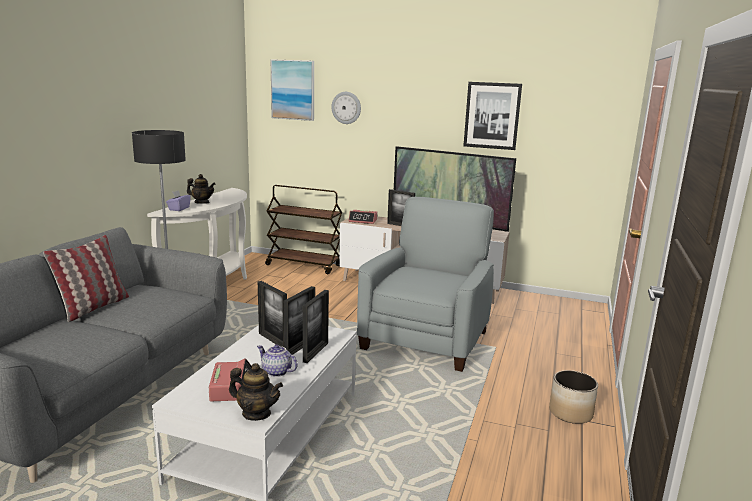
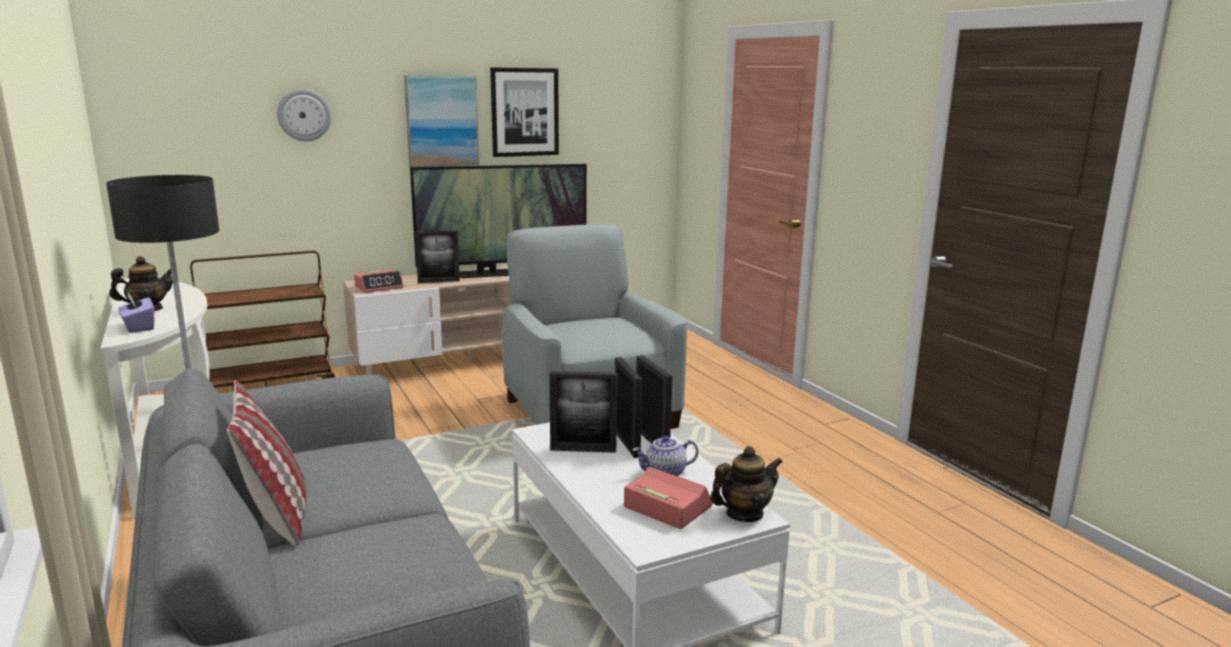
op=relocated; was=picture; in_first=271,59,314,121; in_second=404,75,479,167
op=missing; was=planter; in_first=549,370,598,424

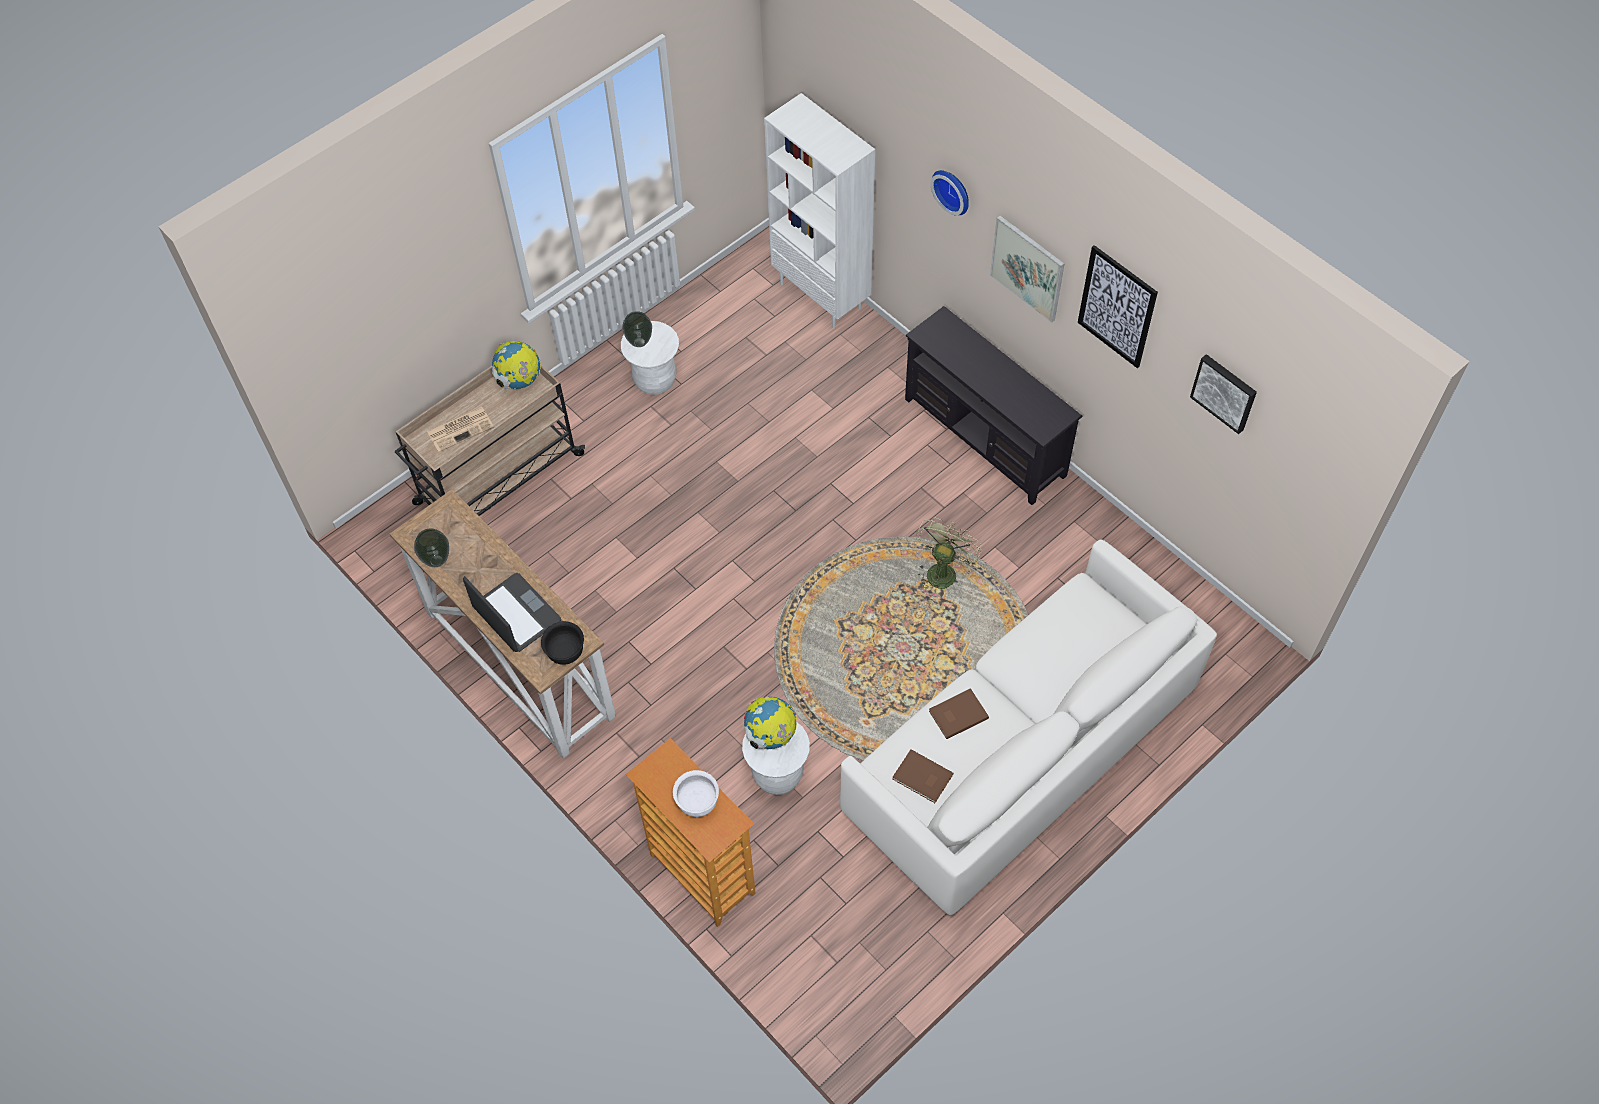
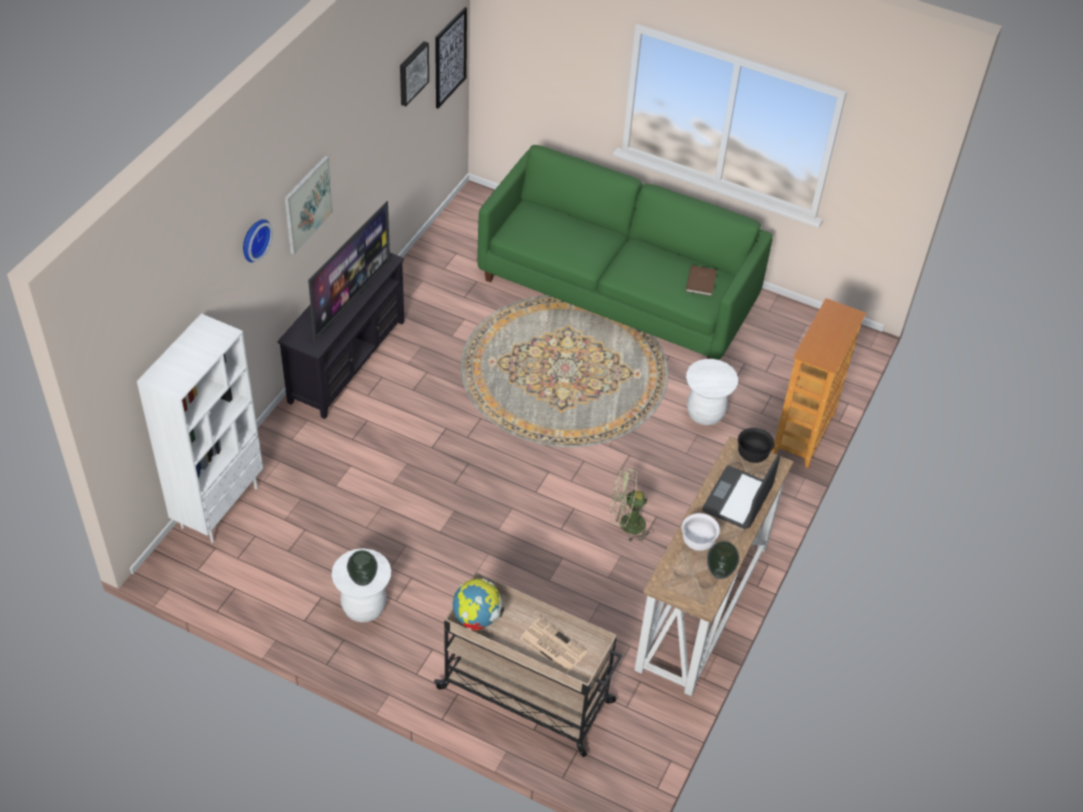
op=relocated; was=bowl in white; in_first=673,770,719,817; in_second=682,513,720,551
op=missing; was=globe; in_first=744,697,797,750
op=colour; was=sofa in white; now=sofa in green; in_first=840,539,1217,915; in_second=477,145,773,360
op=relocated; was=fan in green; in_first=917,518,981,589; in_second=610,469,654,542
op=missing; was=book in brown; in_first=929,688,989,739
op=relocated; was=picture; in_first=1078,245,1158,368; in_second=435,7,467,109
op=appeared; now=television; in_second=308,201,390,341

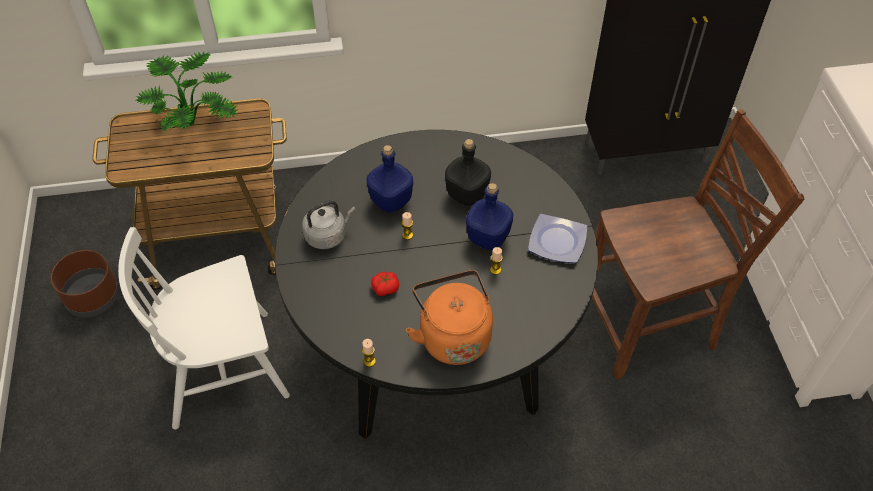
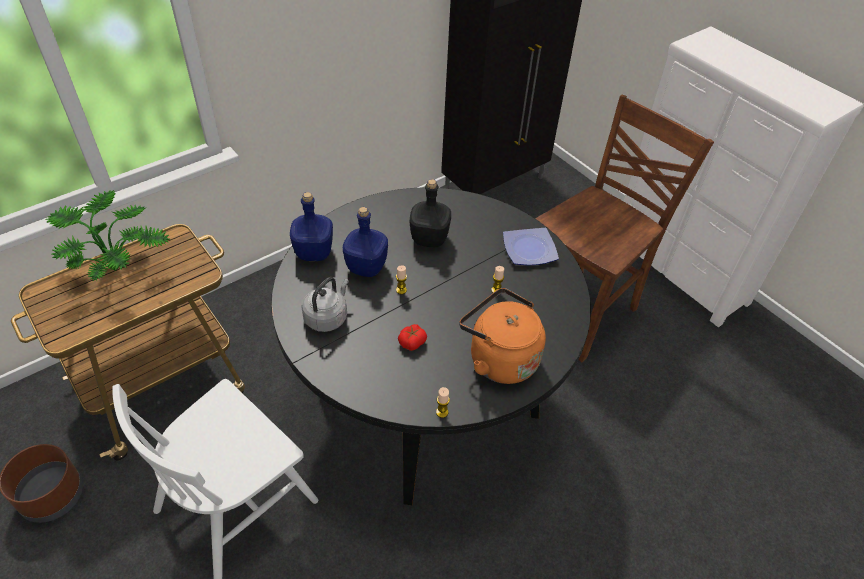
op=relocated; was=bottle in blue; in_first=466,183,513,250; in_second=290,192,333,261

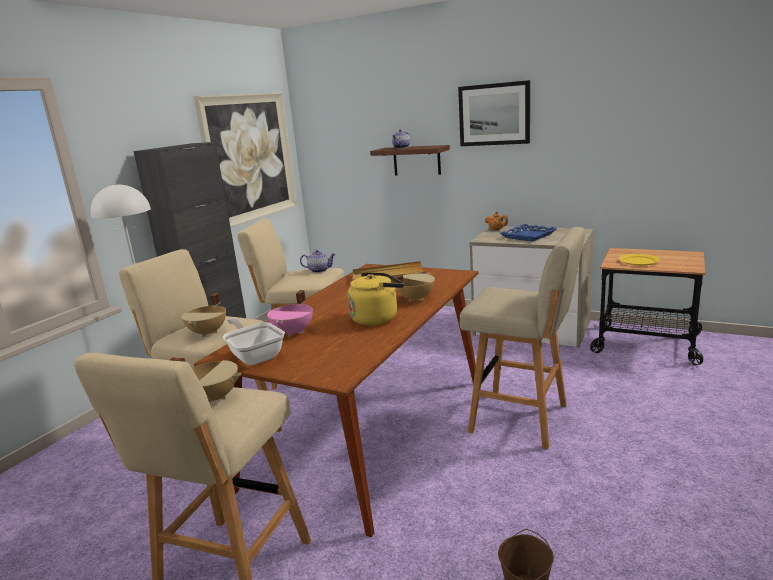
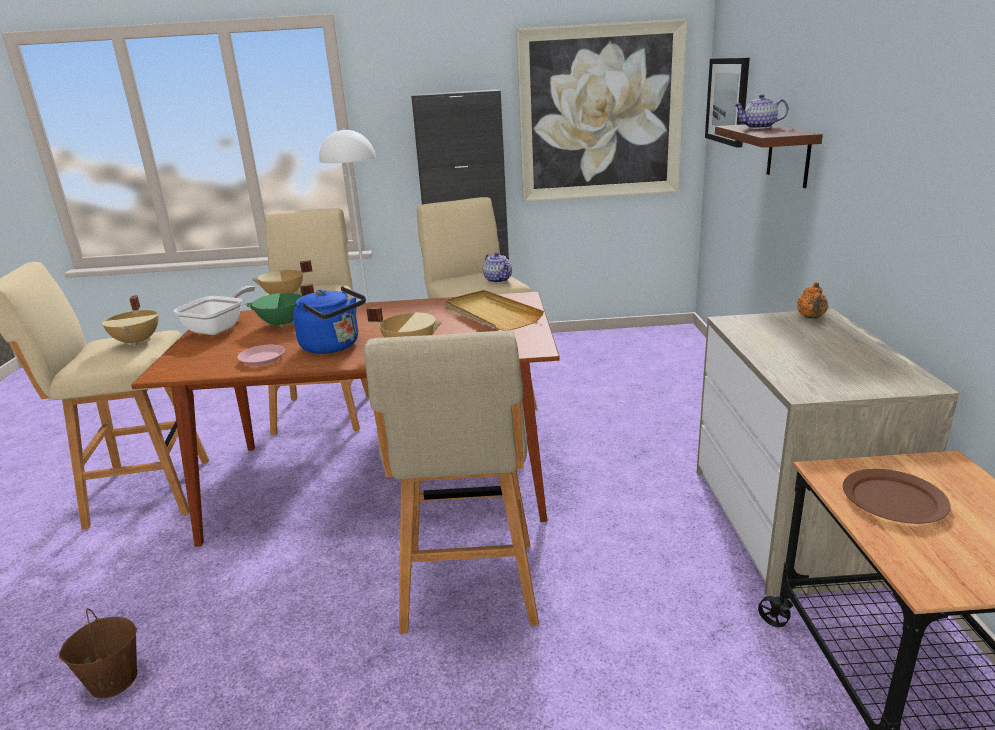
op=colour; was=cooking pot in pink; now=cooking pot in green; in_first=267,290,313,337; in_second=245,284,314,328
op=colour; was=kettle in yellow; now=kettle in blue; in_first=348,272,404,325; in_second=293,286,366,354
op=relocated; was=picture; in_first=458,80,530,146; in_second=705,58,750,148
op=missing; was=tray in blue; in_first=500,224,557,242
op=colour; was=plate in yellow; now=plate in brown; in_first=619,254,660,266; in_second=843,469,951,524
op=appeared; now=plate in pink; in_second=237,345,285,366

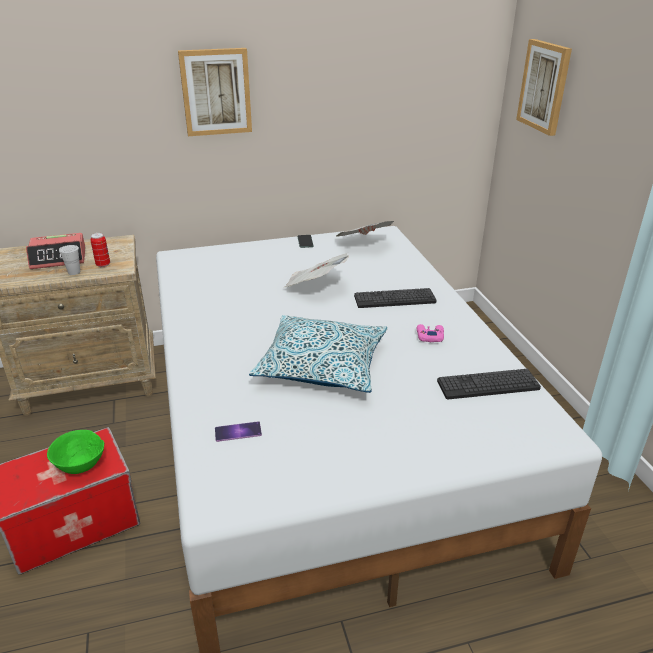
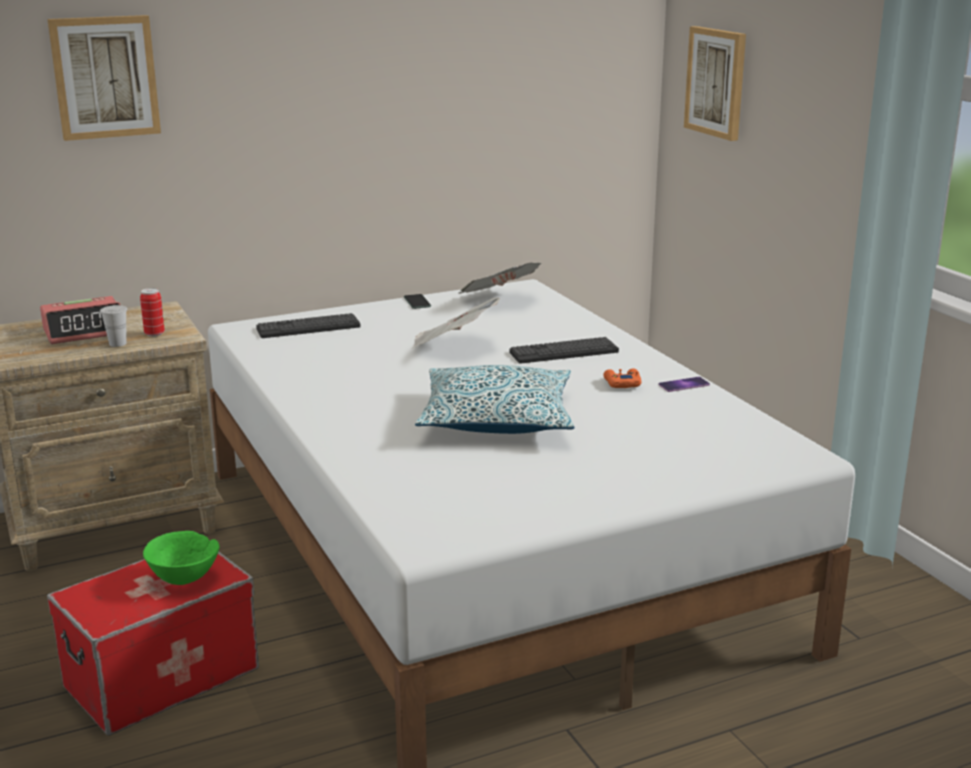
op=relocated; was=picture; in_first=178,48,252,136; in_second=47,15,161,141
op=relocated; was=phone; in_first=215,421,262,442; in_second=658,377,710,392
op=colour; was=game controller in pink; now=game controller in orange; in_first=417,324,444,342; in_second=603,368,641,388
op=relocated; was=keyboard; in_first=437,369,541,400; in_second=256,313,361,338

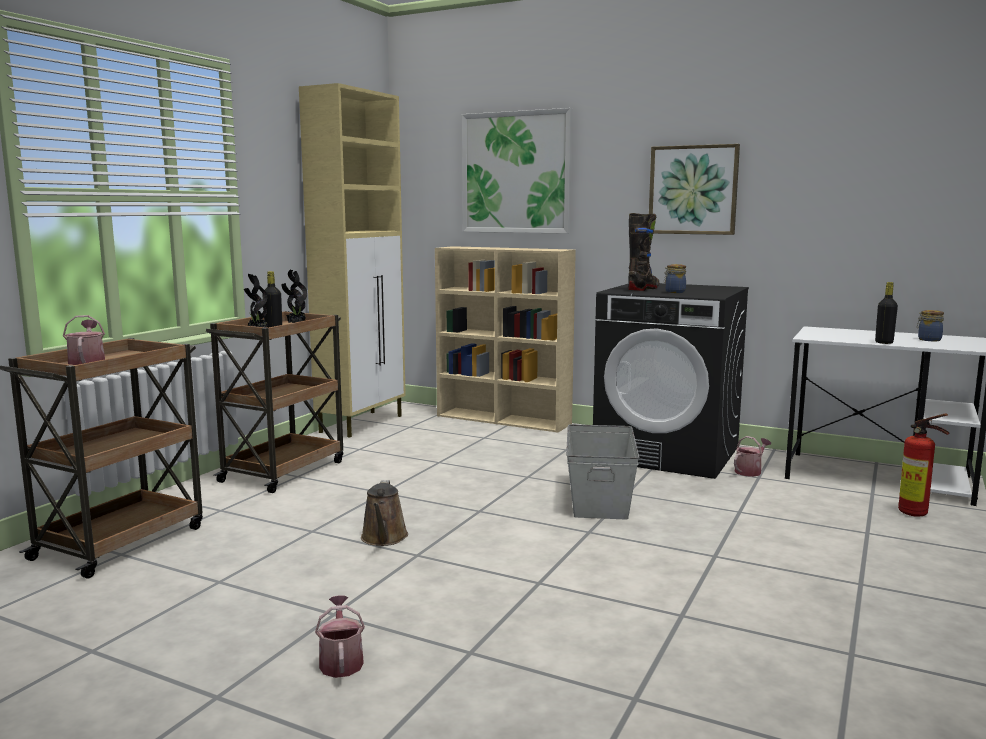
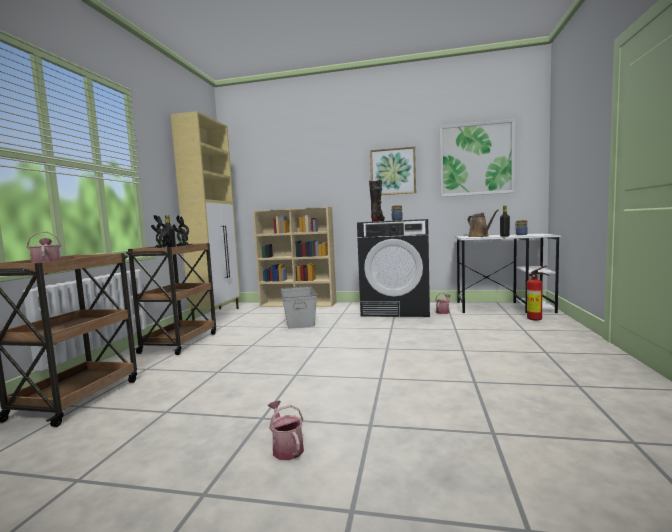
op=relocated; was=watering can in brown; in_first=361,480,408,546; in_second=468,210,498,237
op=relocated; was=picture; in_first=462,108,572,234; in_second=440,119,515,197
op=relocated; was=storage box in grey; in_first=566,424,639,520; in_second=281,286,317,329

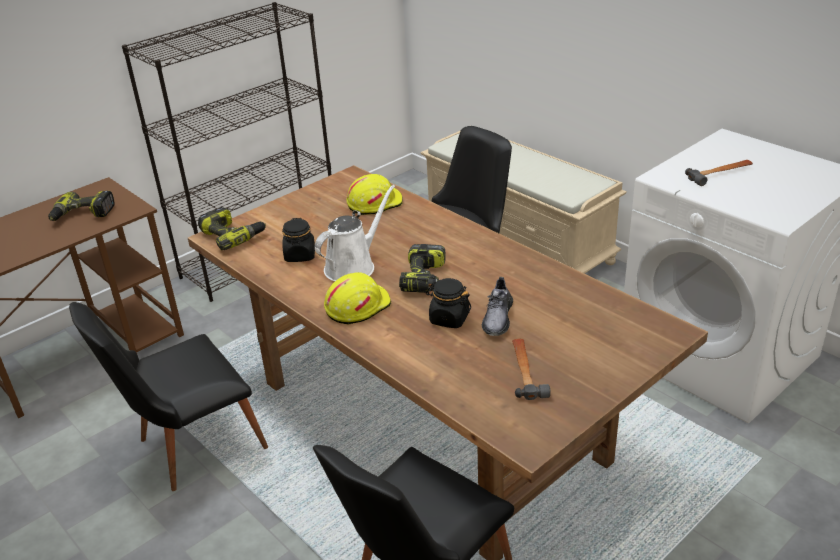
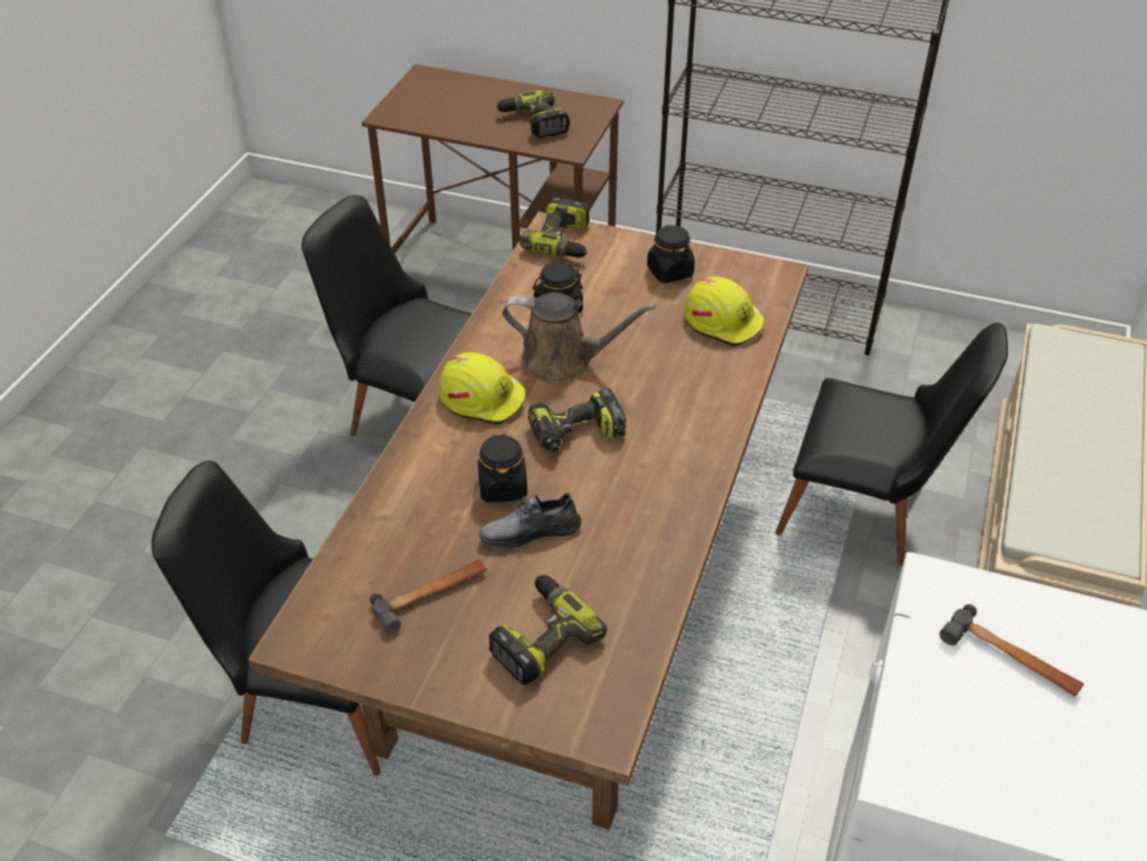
op=colour; was=watering can in white; now=watering can in brown; in_first=315,185,395,281; in_second=502,292,656,383
op=appeared; now=power drill; in_second=489,575,607,685
op=appeared; now=jar in black; in_second=647,225,695,283

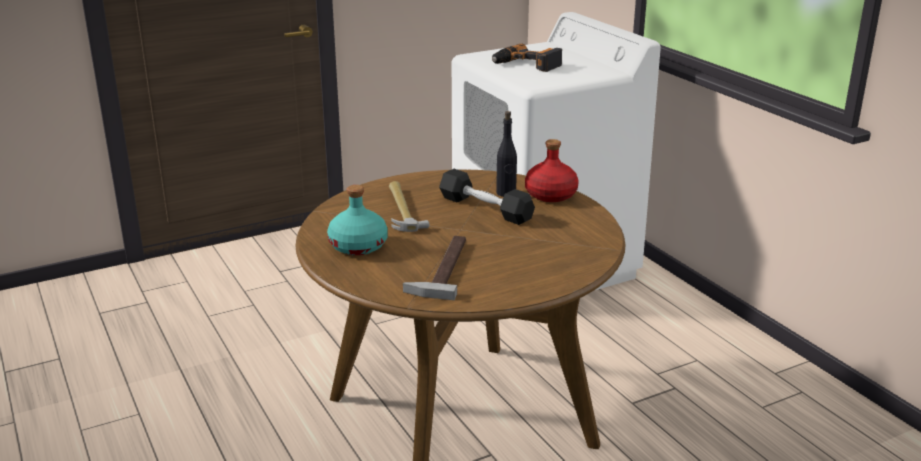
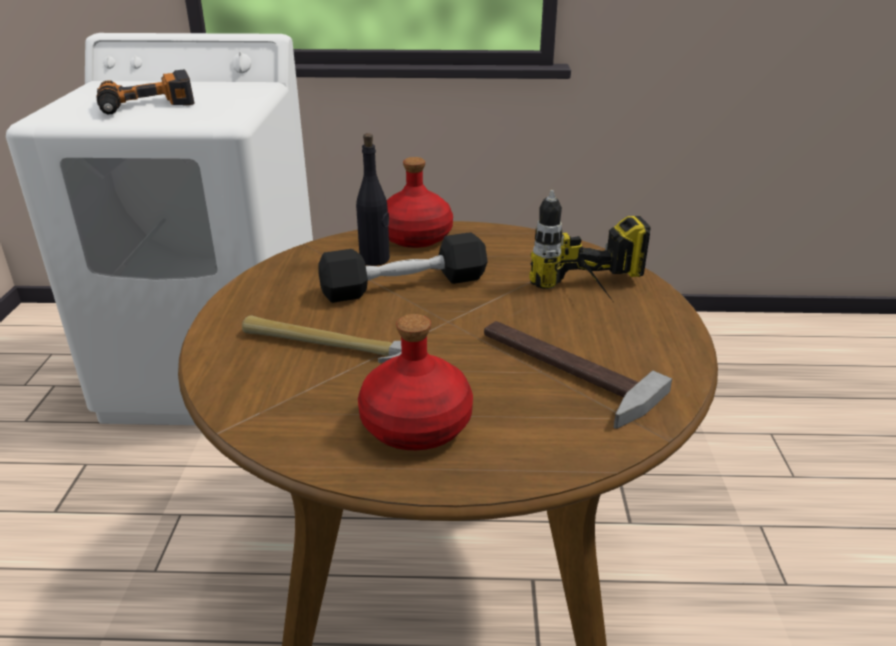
op=colour; was=bottle in turquoise; now=bottle in red; in_first=327,185,388,255; in_second=358,314,473,450
op=appeared; now=power drill; in_second=529,190,651,304

